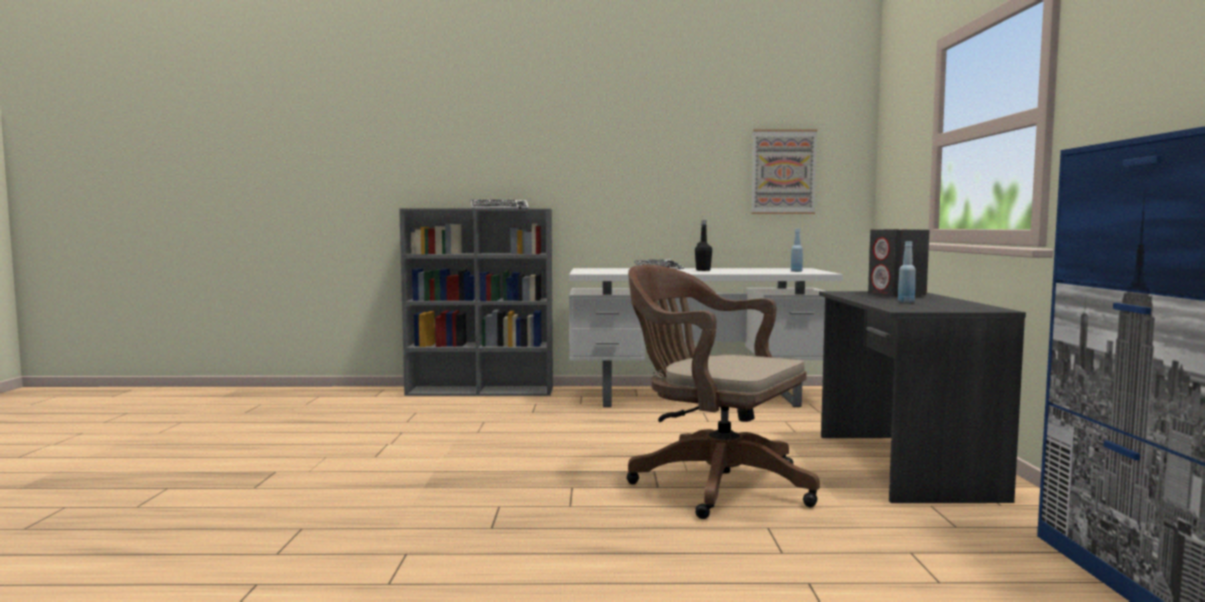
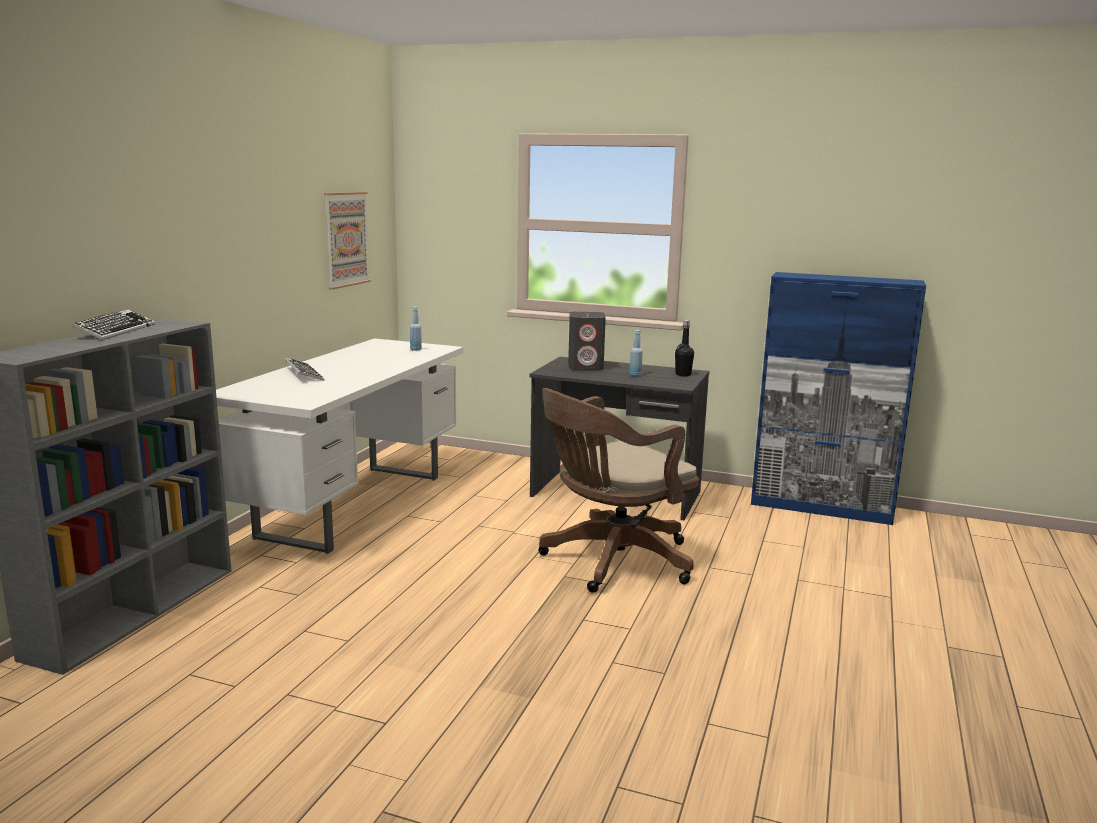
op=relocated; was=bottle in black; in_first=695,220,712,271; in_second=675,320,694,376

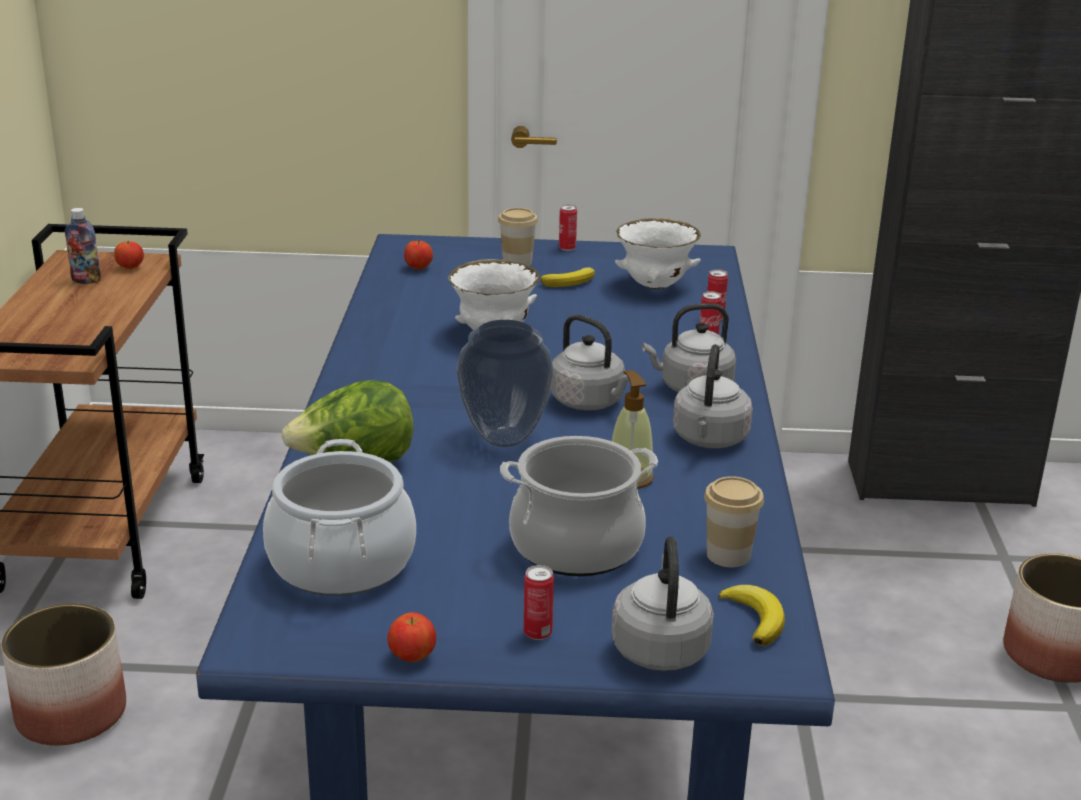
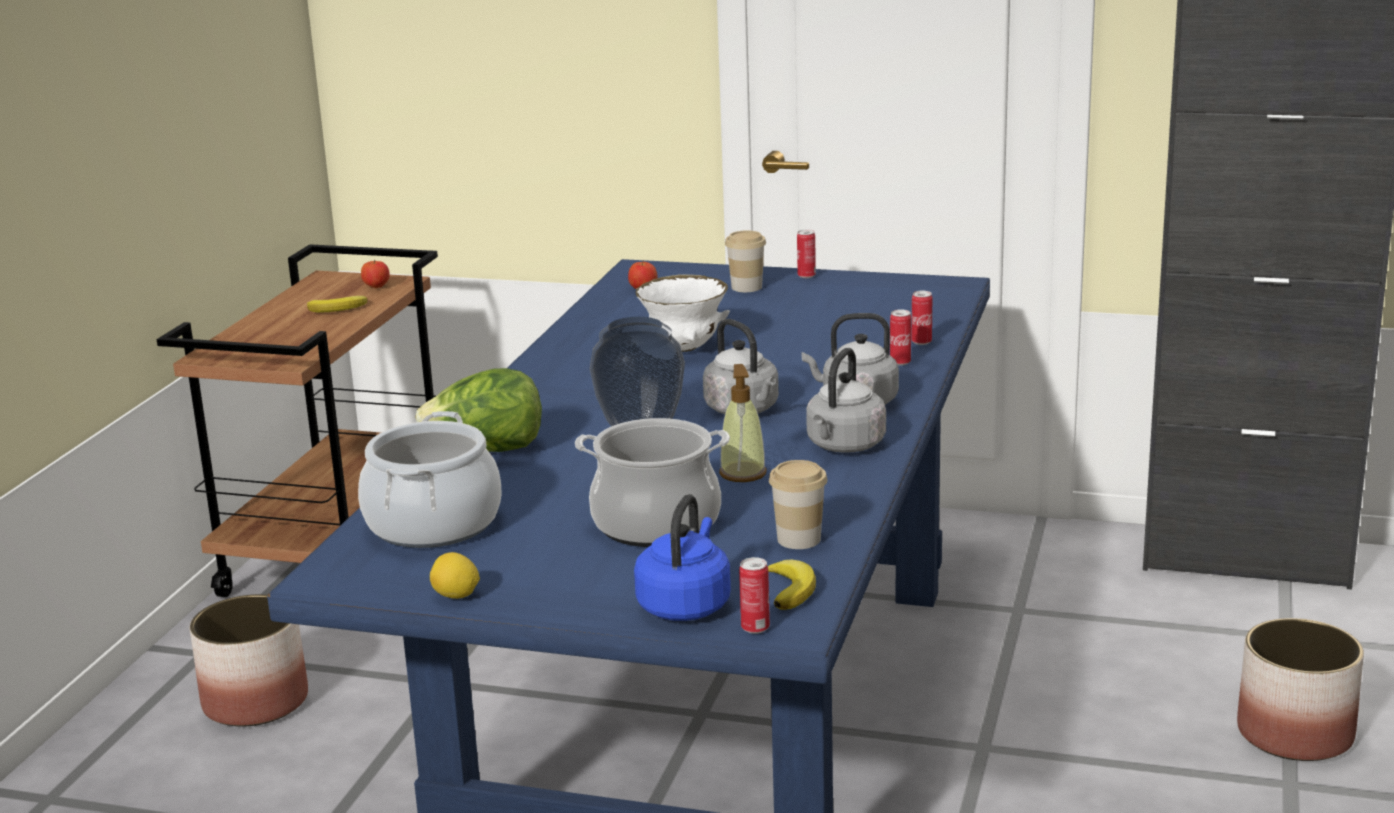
op=missing; was=bottle; in_first=65,208,101,284
op=exchanged; was=apple; now=lemon; in_first=387,612,436,662; in_second=430,552,480,599
op=relocated; was=can; in_first=524,565,554,640; in_second=739,557,770,634
op=relocated; was=banana; in_first=540,267,595,287; in_second=307,296,367,313
op=colour; was=kettle in grey; now=kettle in blue; in_first=612,537,714,671; in_second=634,494,731,621
op=missing; was=bowl in white; in_first=615,218,701,289

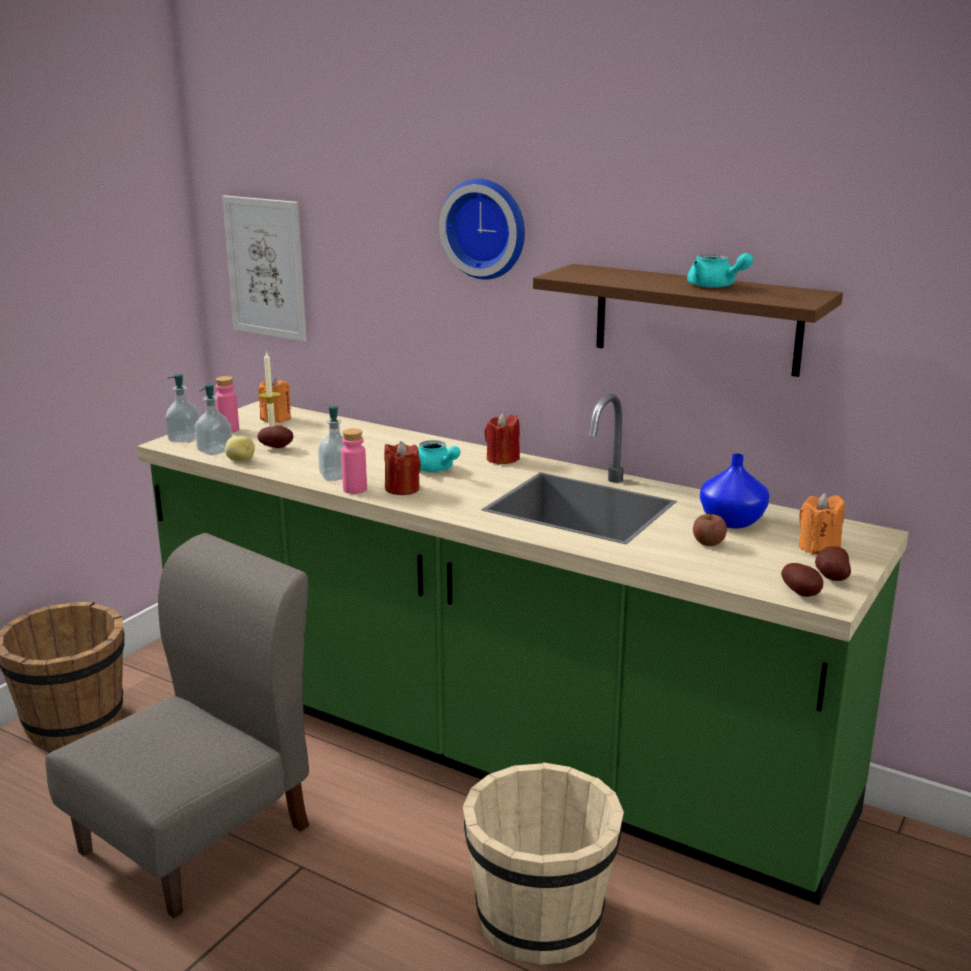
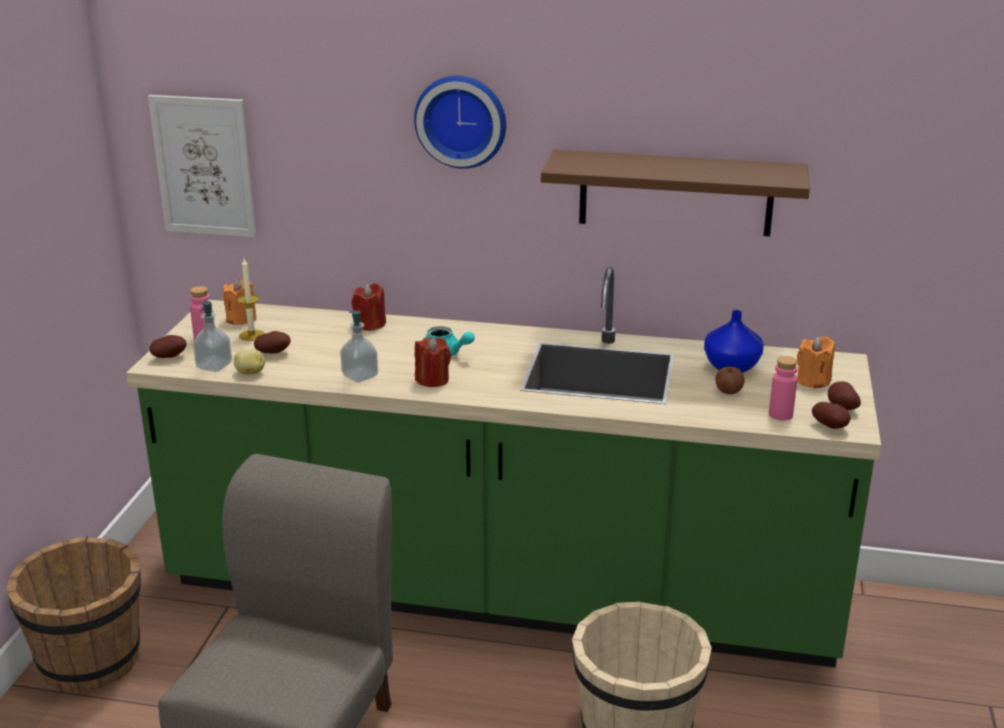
op=exchanged; was=soap dispenser; now=potato; in_first=165,374,200,443; in_second=150,335,187,358
op=relocated; was=bottle in pink; in_first=341,428,367,494; in_second=769,356,798,421
op=relocated; was=candle in red; in_first=484,413,520,464; in_second=352,283,386,331
op=missing; was=teapot in turquoise; in_first=687,253,753,288

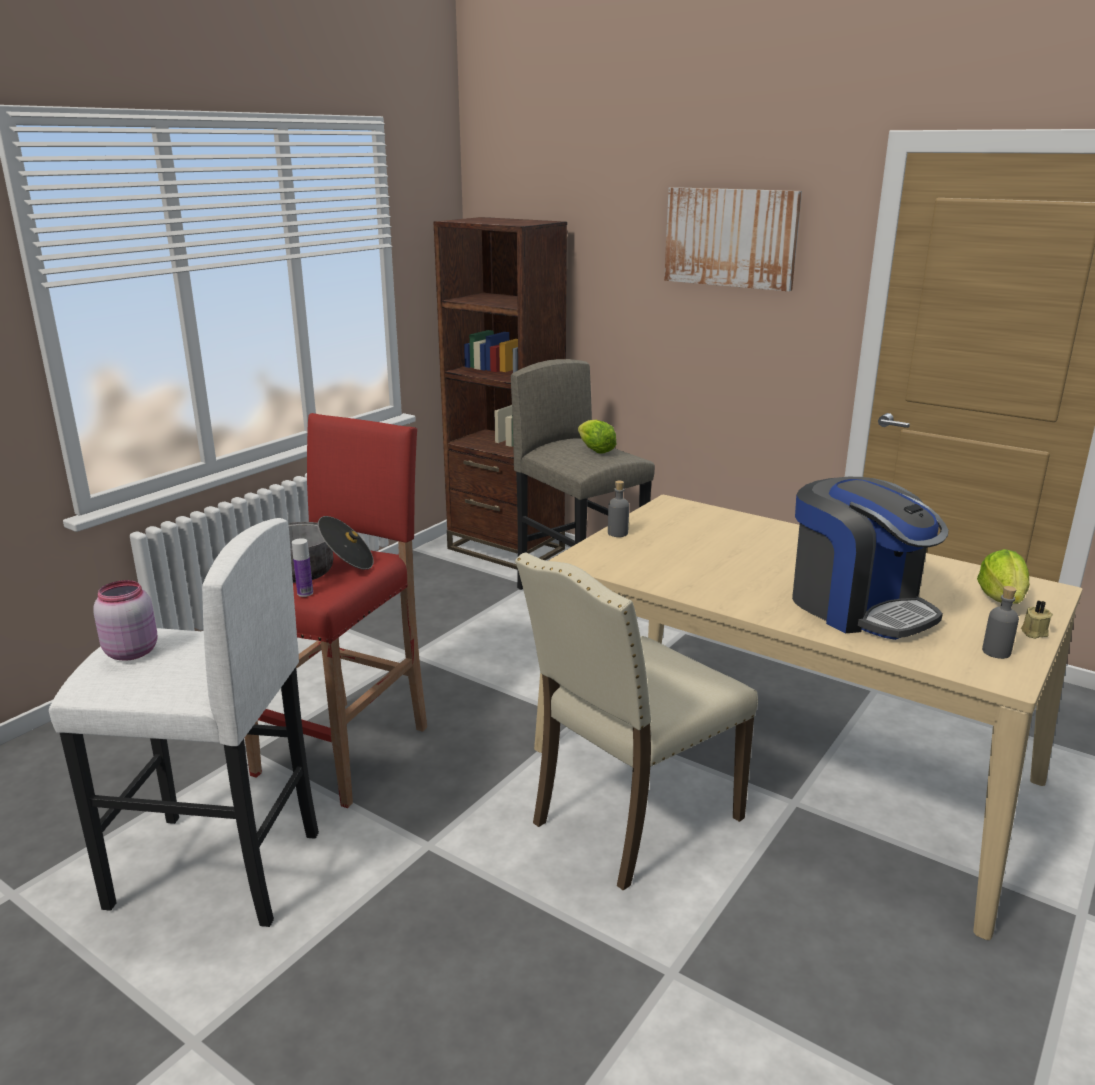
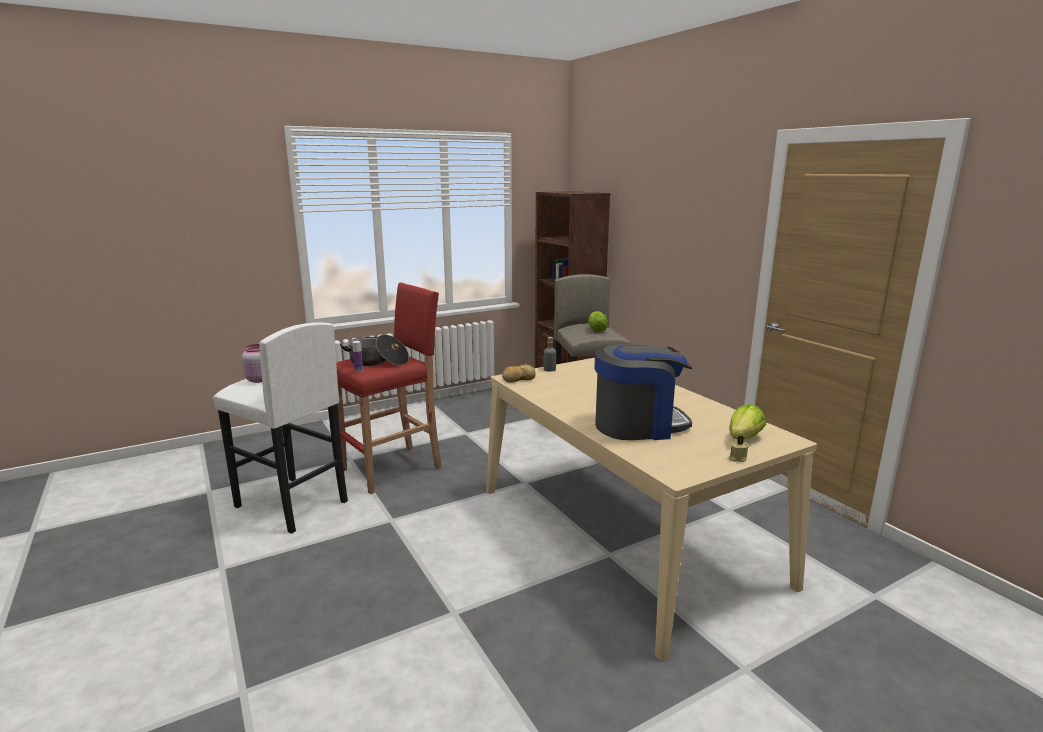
op=missing; was=chair in beige; in_first=515,553,758,891
op=missing; was=picture; in_first=664,187,802,291
op=spun; was=coffee machine; in_first=792,477,949,640; in_second=594,344,693,440; clockwise=-90
op=missing; was=bottle in grey; in_first=982,586,1019,659
op=appeared; now=bread; in_second=502,364,536,383

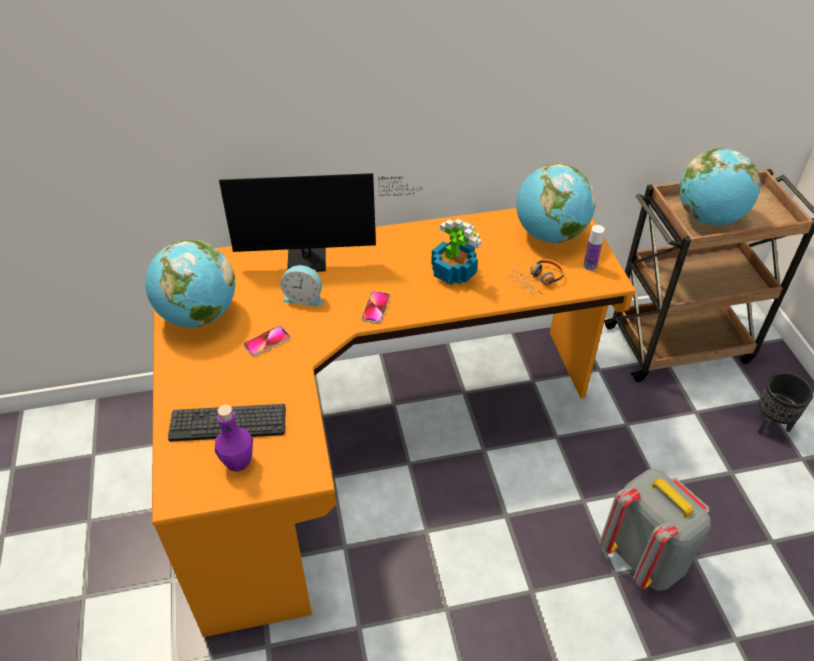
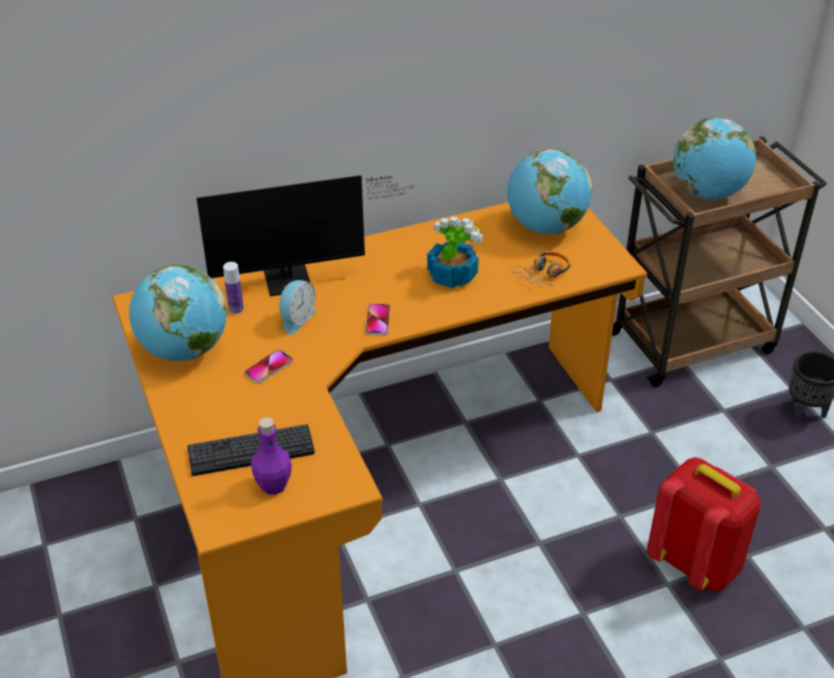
op=spun; was=alarm clock; in_first=280,265,323,306; in_second=279,280,316,335; clockwise=-60
op=relocated; was=bottle; in_first=583,225,605,271; in_second=223,262,244,314
op=colour; was=backpack in grey; now=backpack in red; in_first=599,469,711,591; in_second=647,457,761,592

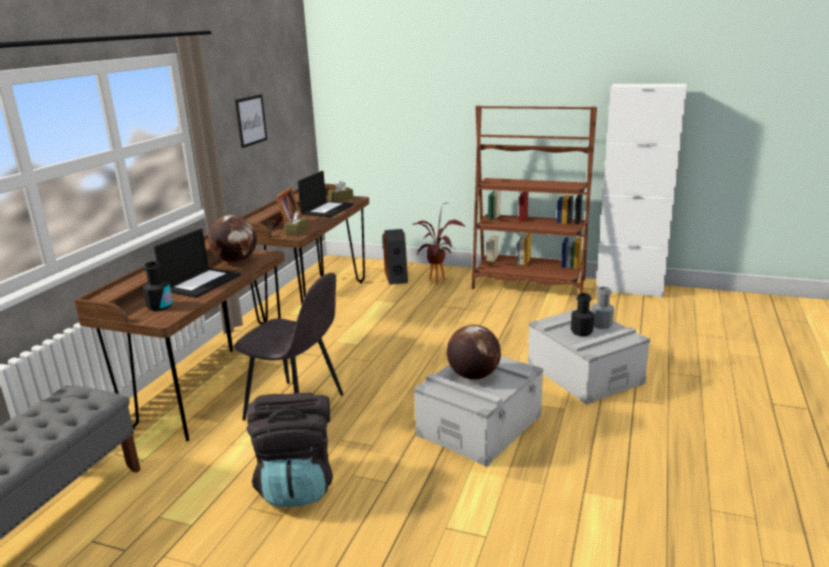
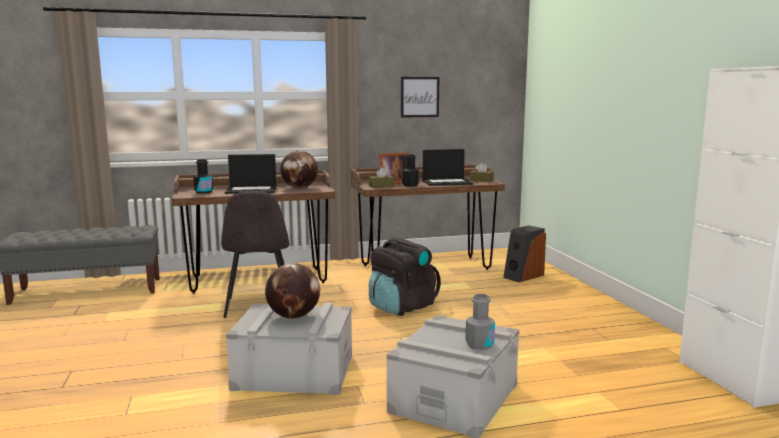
op=relocated; was=backpack in black; in_first=246,393,333,507; in_second=369,237,441,316
op=missing; was=potted plant; in_first=412,203,465,285
op=missing; was=bookcase in brown; in_first=472,105,597,294
op=relocated; was=bottle in black; in_first=571,293,594,336; in_second=402,155,419,187

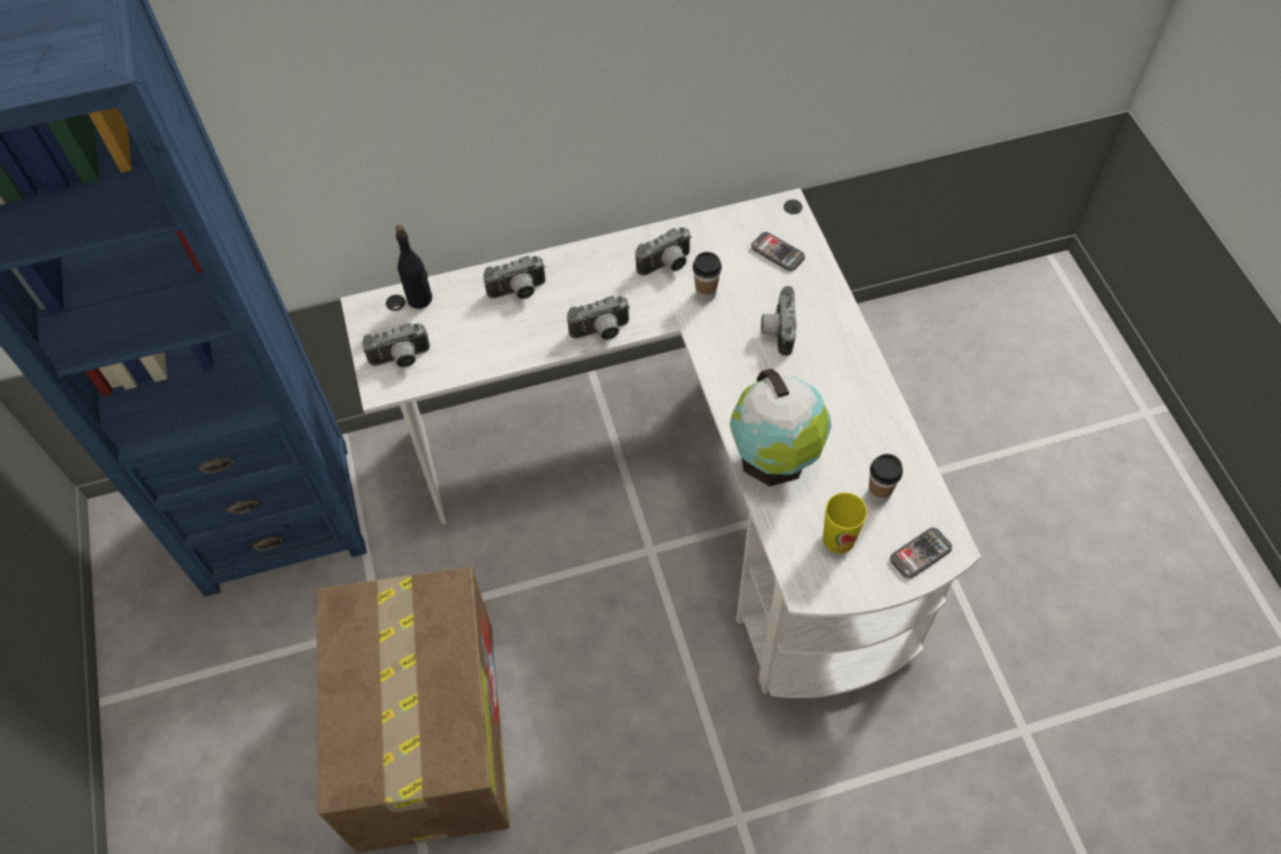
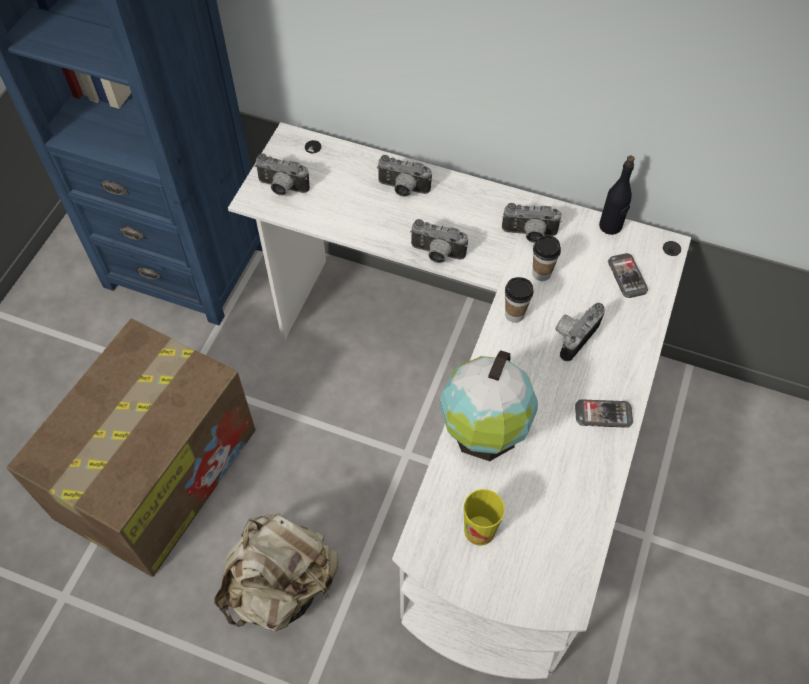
op=relocated; was=bottle in black; in_first=395,225,432,309; in_second=599,155,635,235
op=relocated; was=cup; in_first=868,454,903,503; in_second=505,277,534,323
op=relocated; was=phone; in_first=890,527,952,579; in_second=575,399,633,428
op=appeared; now=backpack in beige; in_second=214,513,339,632

